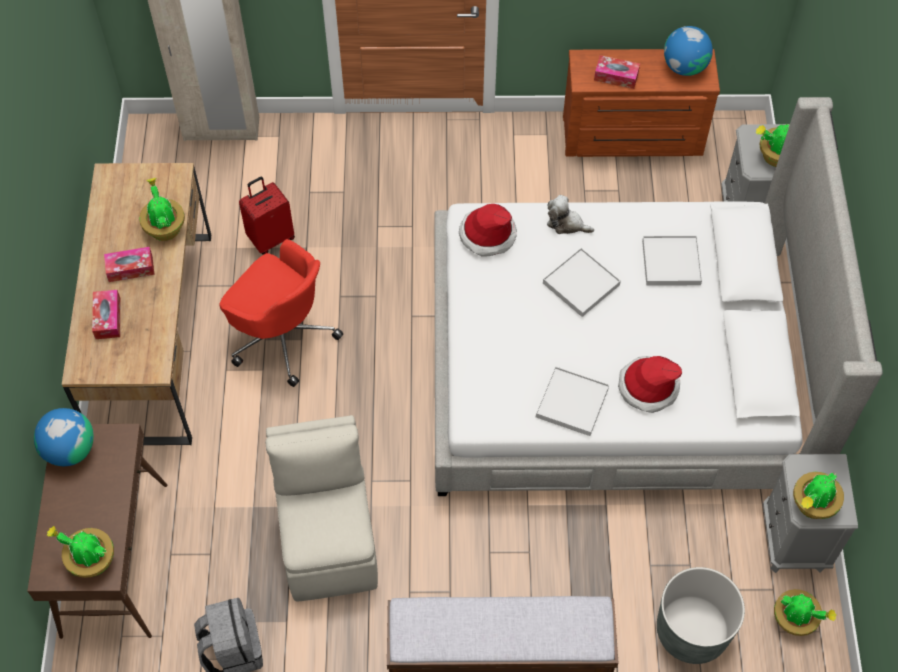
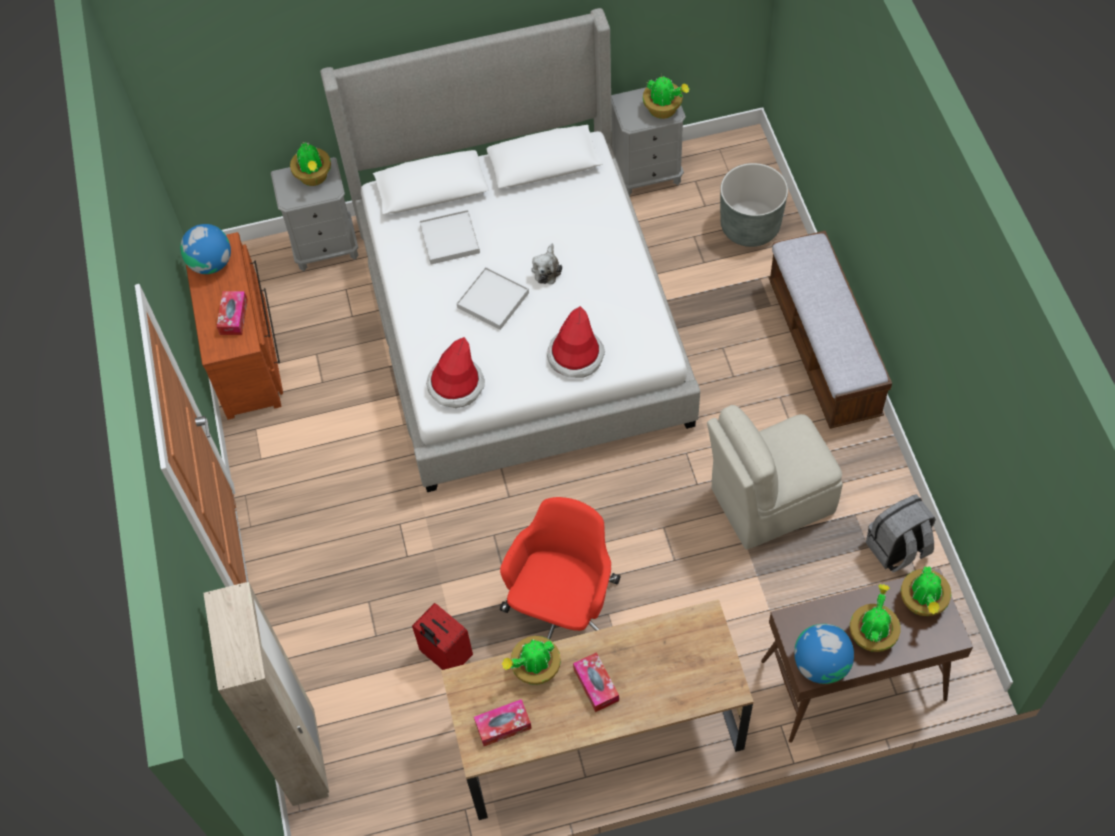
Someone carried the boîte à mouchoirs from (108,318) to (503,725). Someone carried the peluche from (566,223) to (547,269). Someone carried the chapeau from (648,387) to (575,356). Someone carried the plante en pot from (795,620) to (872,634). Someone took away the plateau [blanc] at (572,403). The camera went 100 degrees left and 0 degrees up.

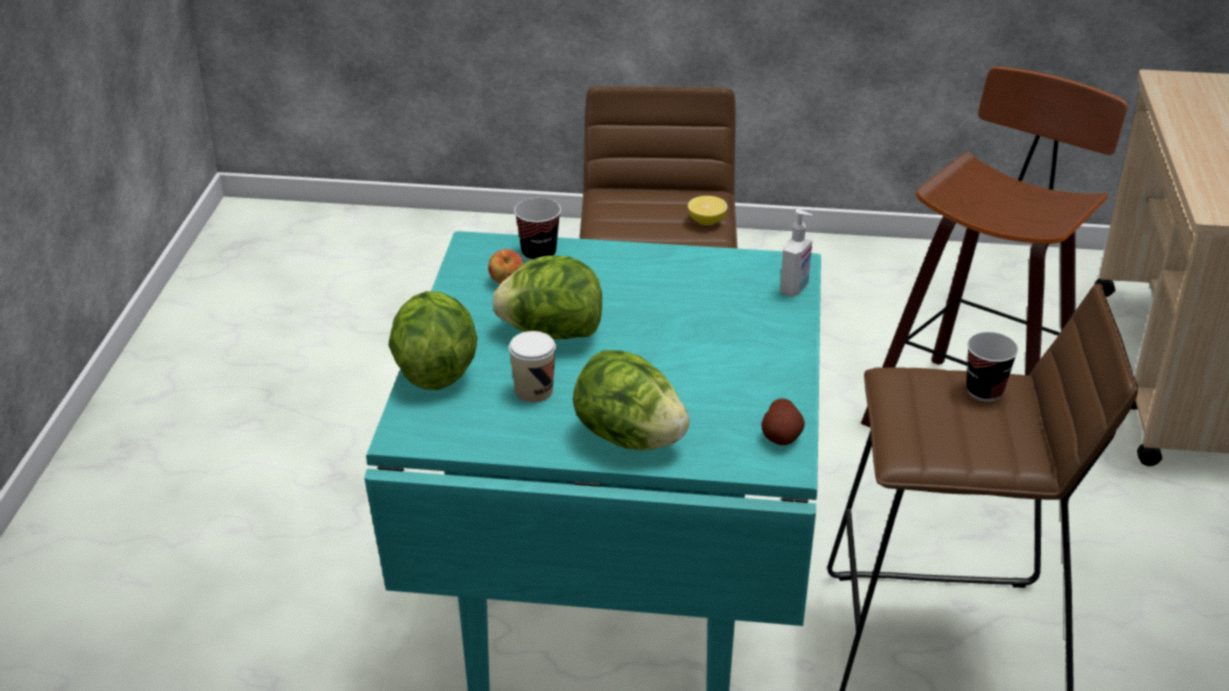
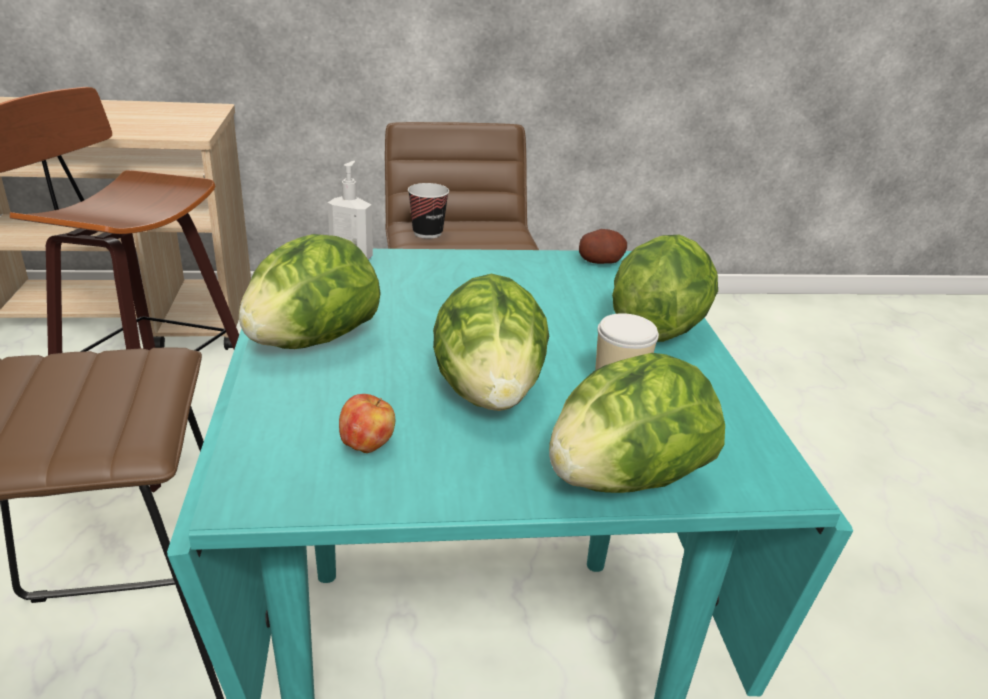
Someone put down the laitue at (312,341). Someone took away the tasse at (539,254). Someone took away the citron at (707,221). The camera went 105 degrees left and 5 degrees down.

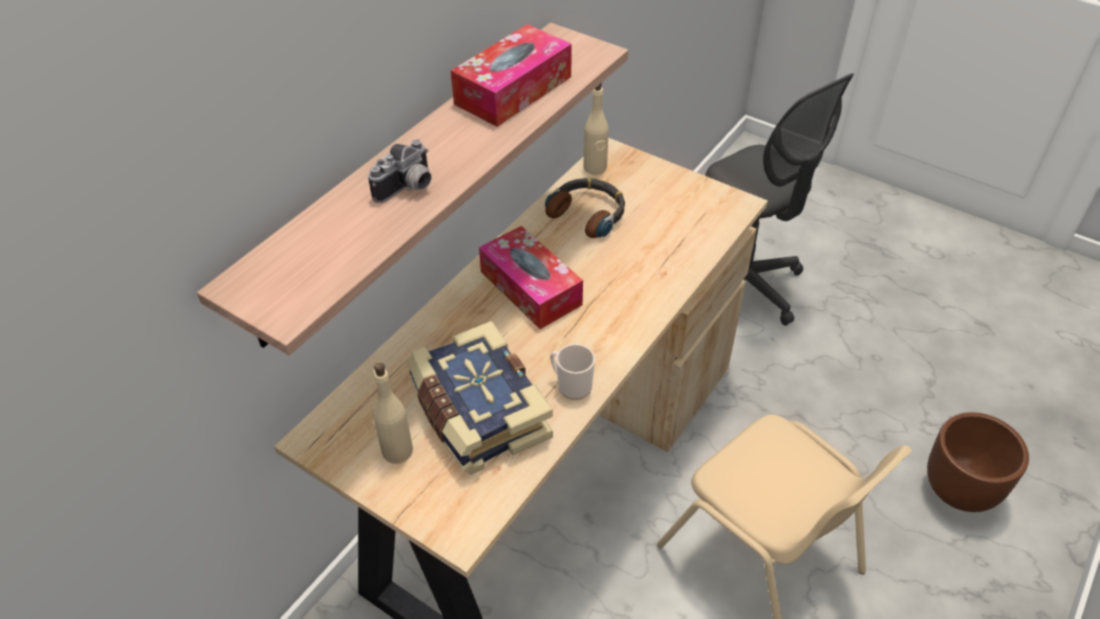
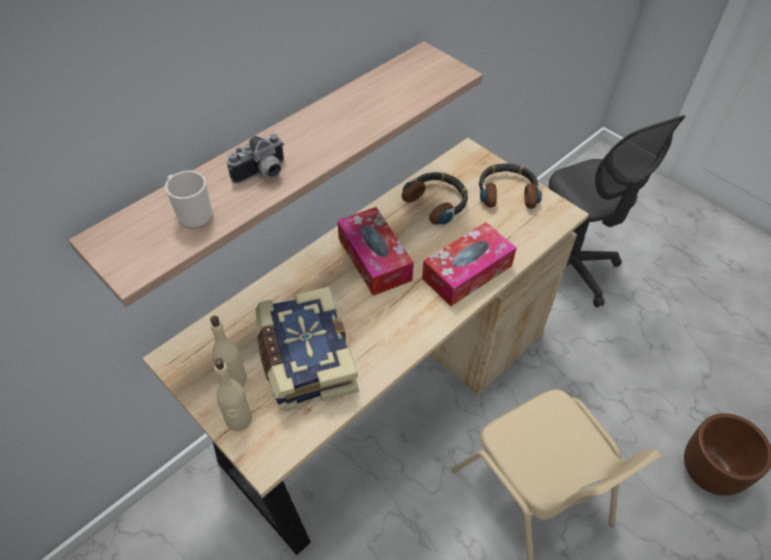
Someone carried the mug from (571,385) to (192,214). Someone carried the bouteille [beige] from (595,168) to (239,420). Someone carried the boîte à mouchoirs from (513,90) to (467,272). Someone put down the casque audio at (507,192). The camera went 10 degrees right and 5 degrees up.

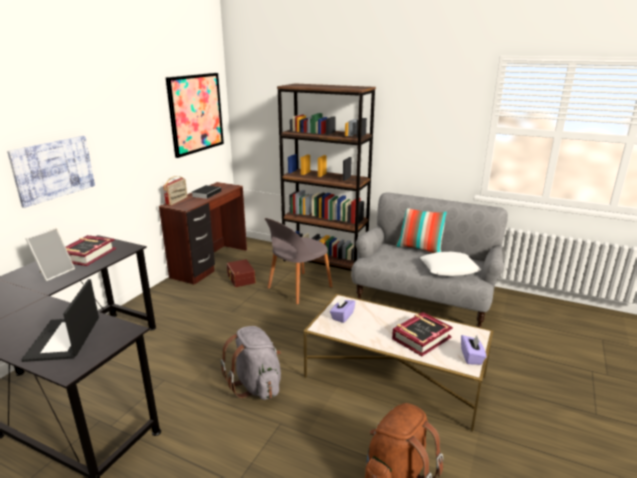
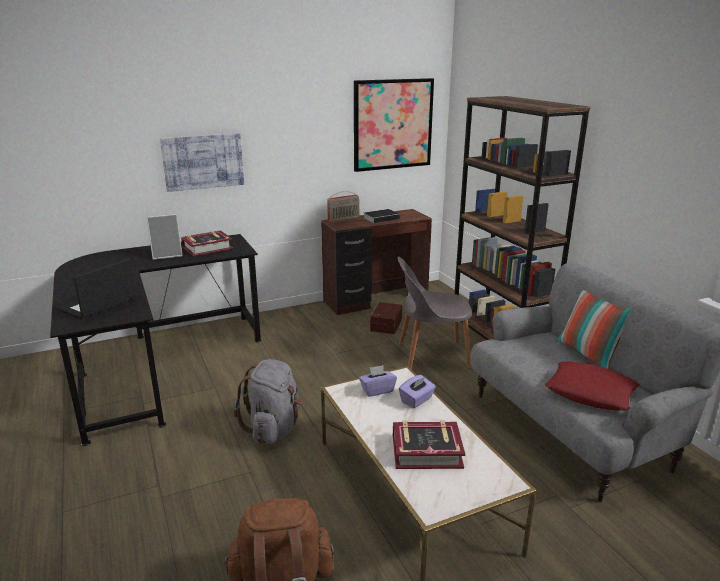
Someone carried the boîte à mouchoirs [violet] from (471,357) to (417,400). Someone repainted the coussin [blanc] at (449,269), which became the coussin [rouge] at (590,392). The camera went 40 degrees right and 0 degrees up.

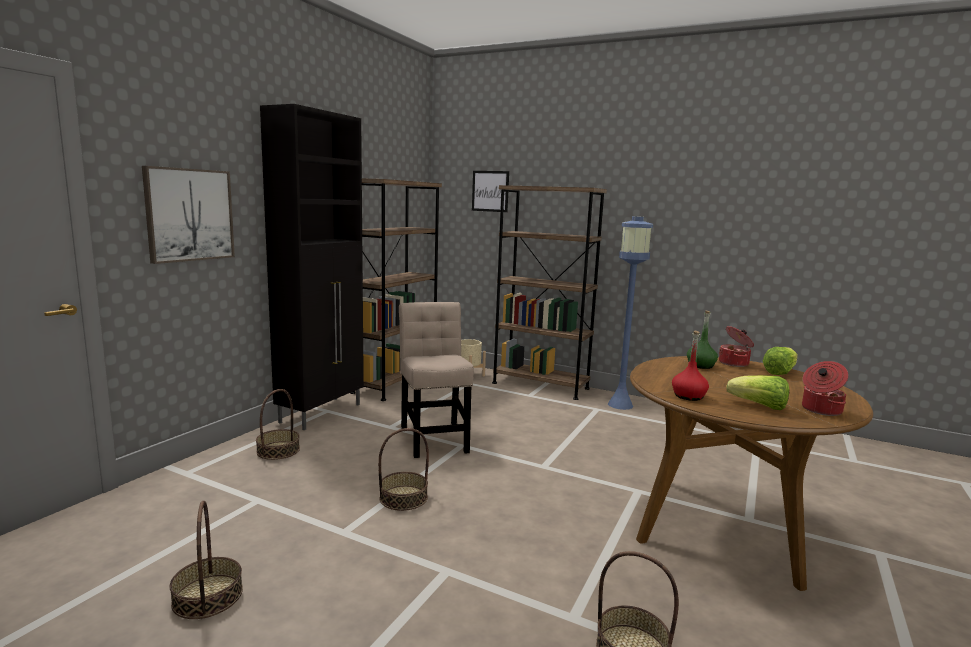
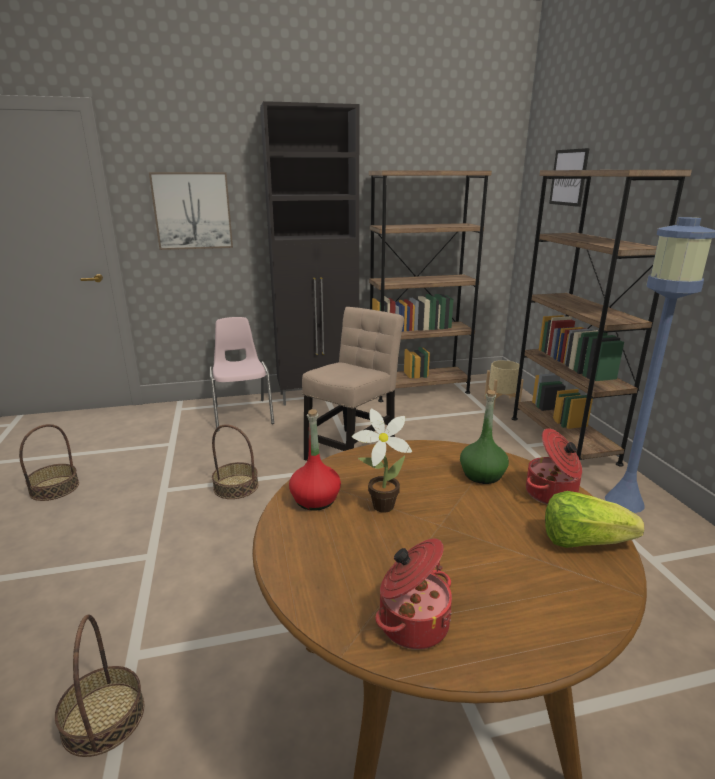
Someone swapped the panier at (278,450) for the chaise [rose] at (242,414). Someone put down the plante en pot at (379,506). Someone took away the laitue at (759,406). The camera went 50 degrees right and 10 degrees up.

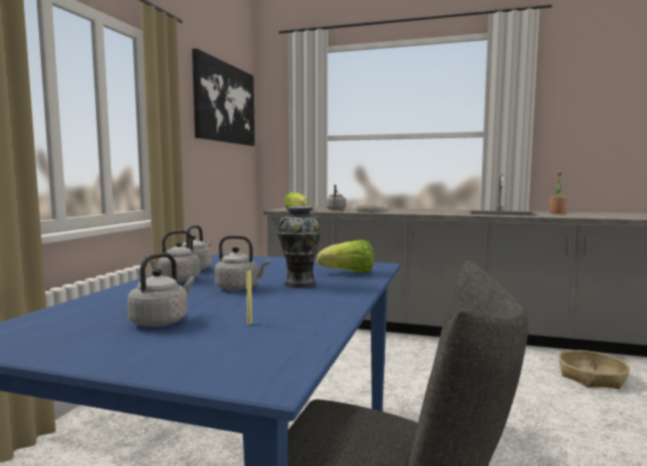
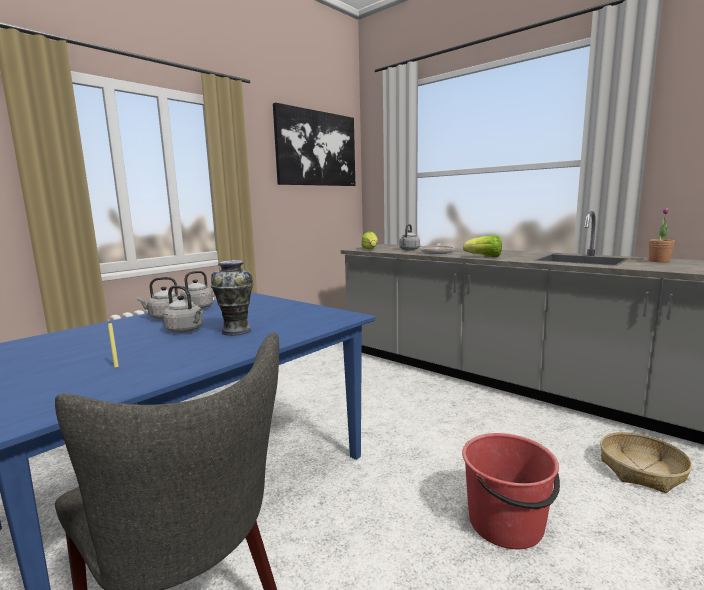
Someone put down the seau [rouge] at (507,523). Someone carried the laitue from (349,273) to (484,257). Someone took away the bouilloire [gris] at (162,321). The camera went 25 degrees right and 5 degrees up.

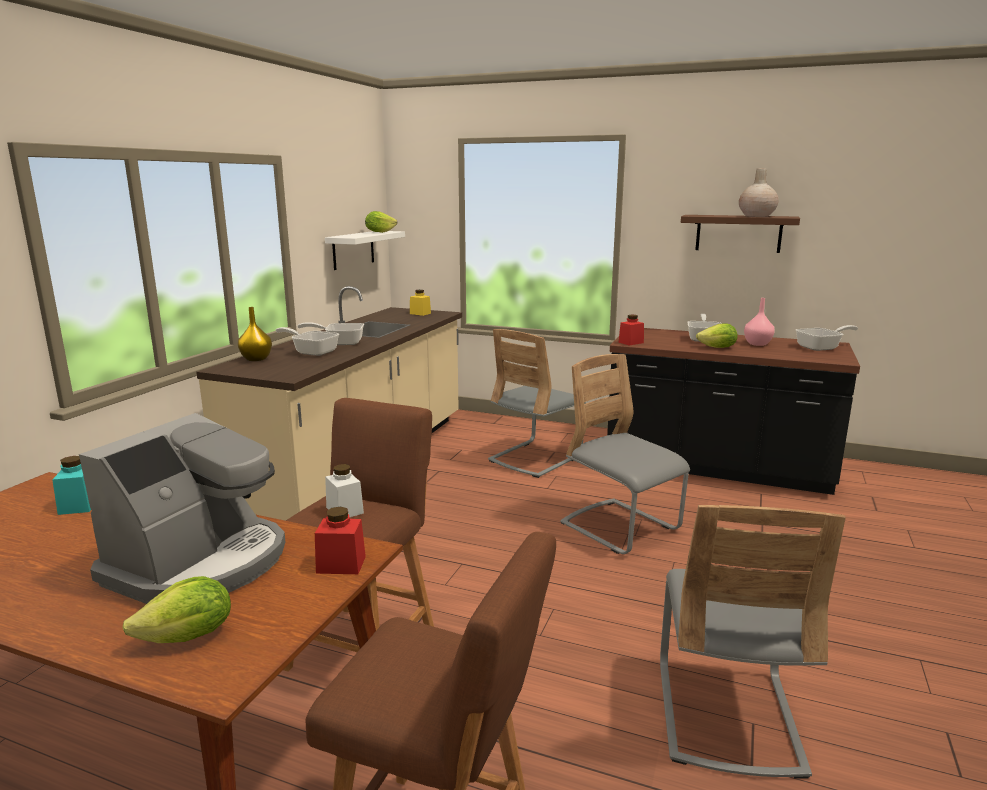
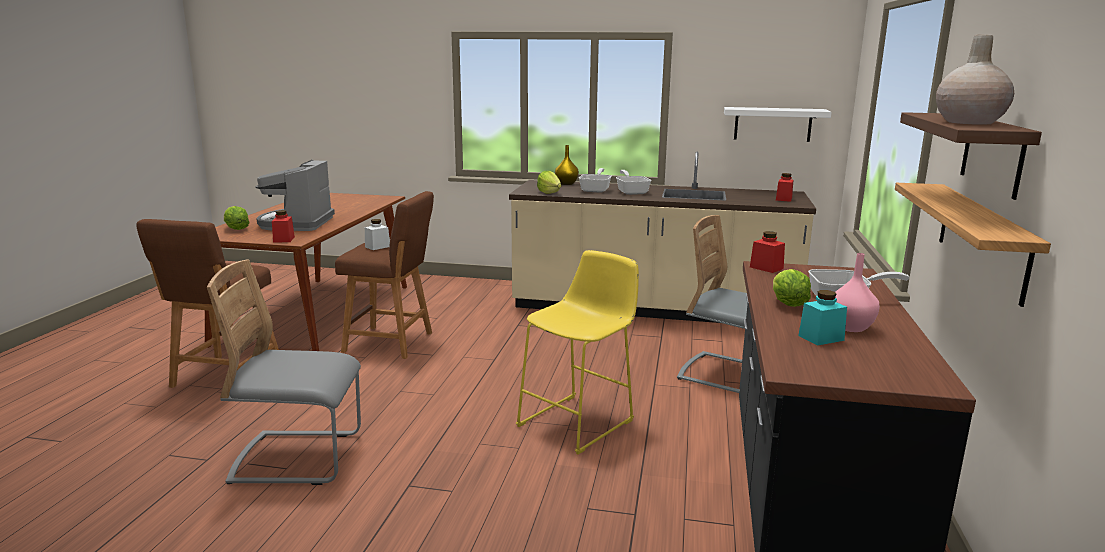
Someone rotated the machine à café at (200,563) by 75 degrees clockwise. Someone swapped the chaise [gris] at (620,528) for the tabouret [jaune] at (580,421). Someone carried the laitue from (379,232) to (549,193). Someone repainted the bocal [jaune] at (420,313), which became the bocal [rouge] at (783,199). Someone carried the bocal [turquoise] from (79,505) to (821,338). Someone put up the étagère at (982,239). Someone took away the poêle at (822,347). The camera went 80 degrees right and 0 degrees up.

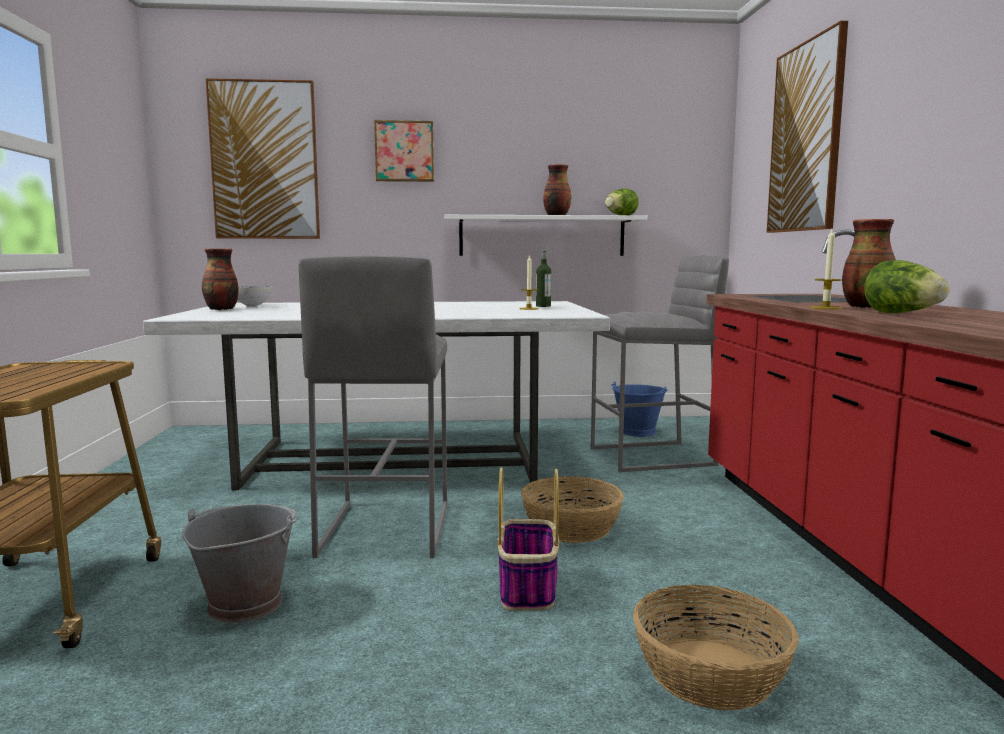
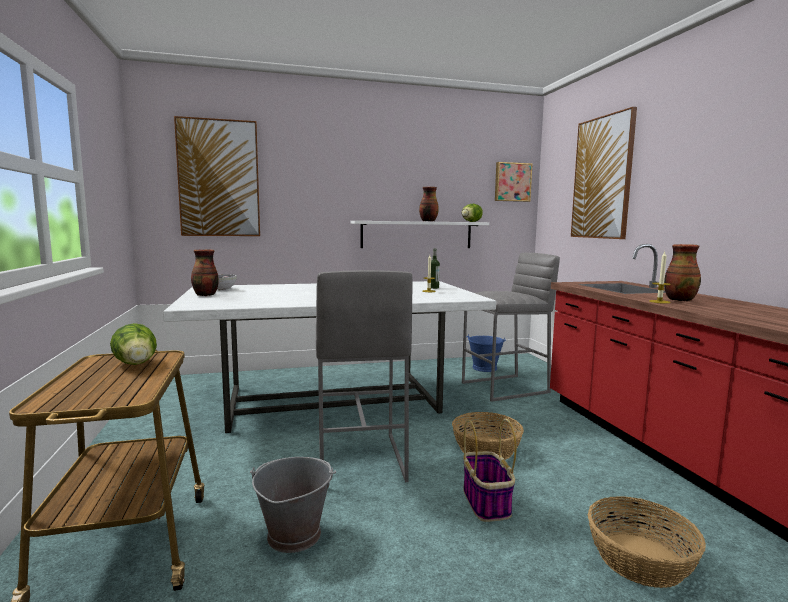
Someone carried the laitue from (903,314) to (137,365). Someone carried the tableau from (404,151) to (512,182). The camera went 10 degrees left and 0 degrees up.

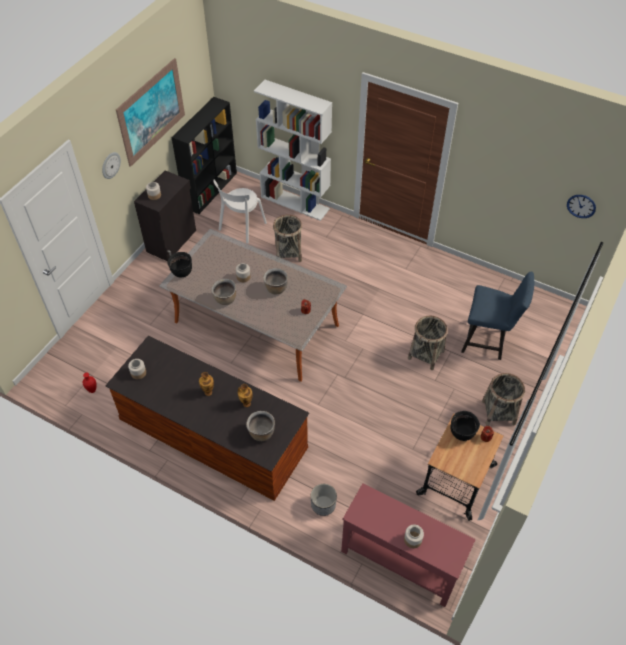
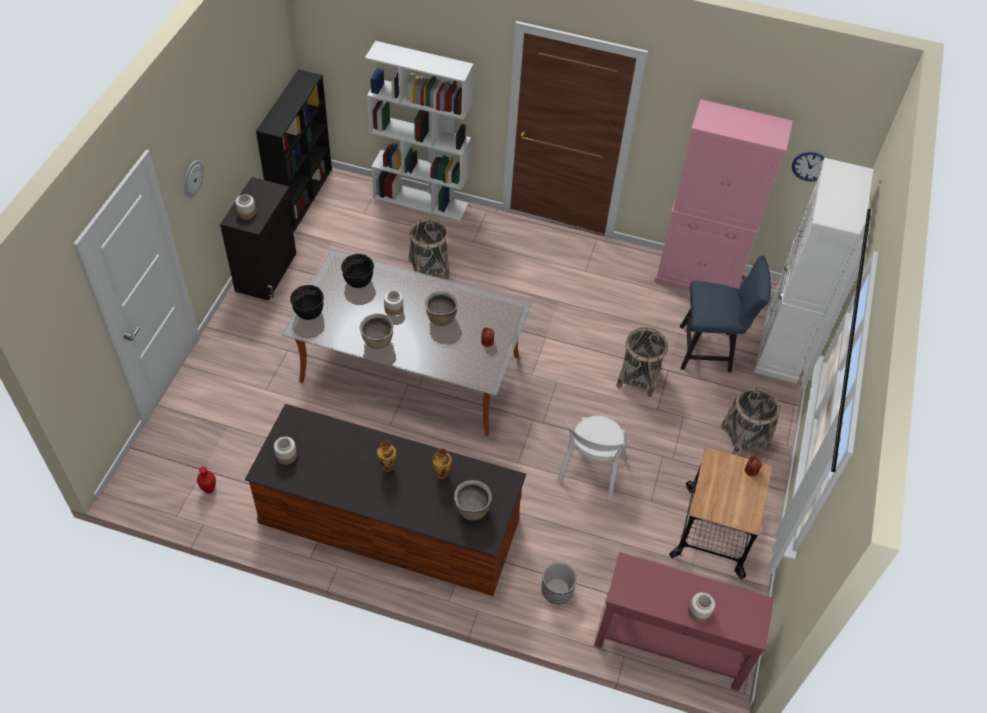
Someone carried the marmite [noir] from (462,433) to (358,281). Someone carried the chaise [blanc] from (241,227) to (590,472). Someone put down the meuble de rangement [rose] at (697,278). Someone put down the meuble de rangement [blanc] at (781,346). Someone took away the tableau at (151,112). The camera went 15 degrees left and 0 degrees up.

